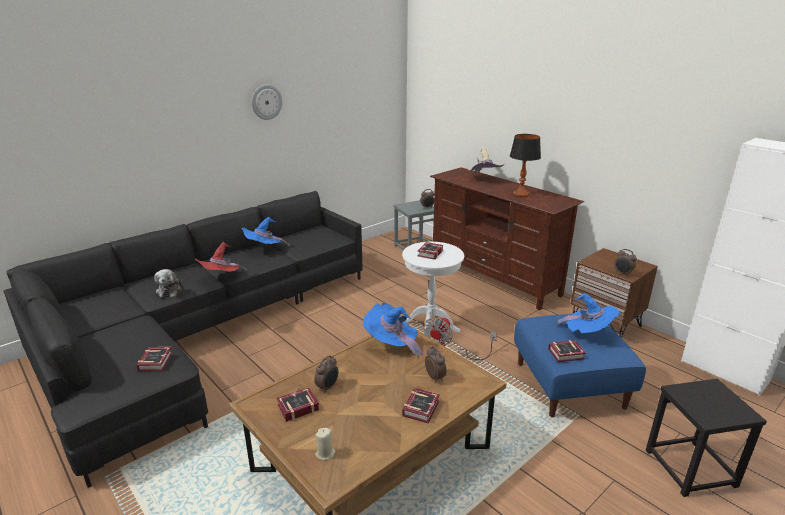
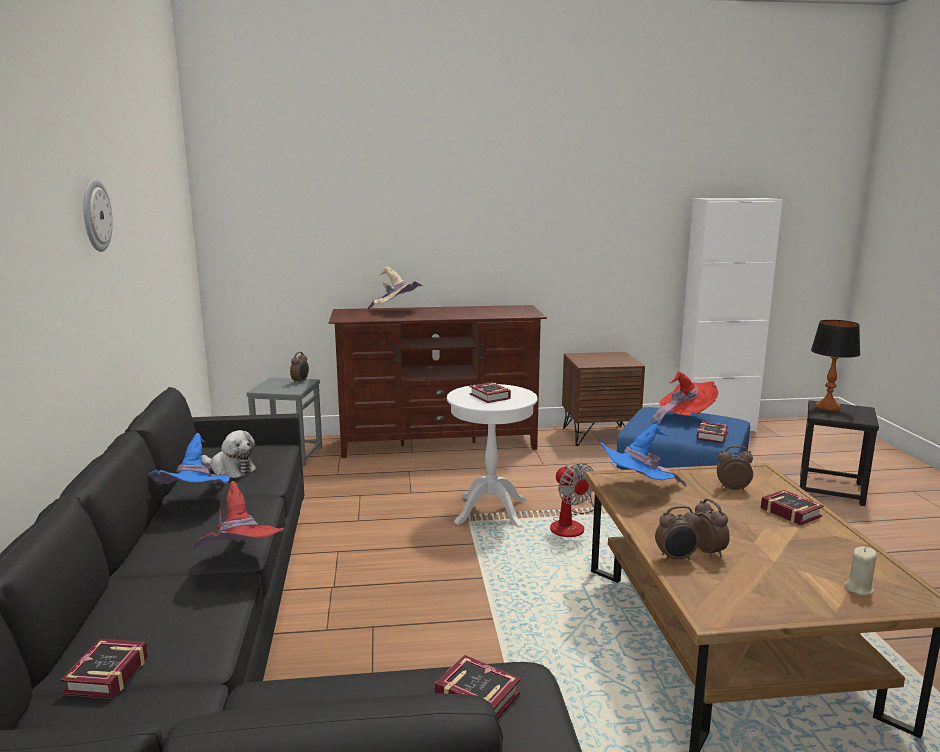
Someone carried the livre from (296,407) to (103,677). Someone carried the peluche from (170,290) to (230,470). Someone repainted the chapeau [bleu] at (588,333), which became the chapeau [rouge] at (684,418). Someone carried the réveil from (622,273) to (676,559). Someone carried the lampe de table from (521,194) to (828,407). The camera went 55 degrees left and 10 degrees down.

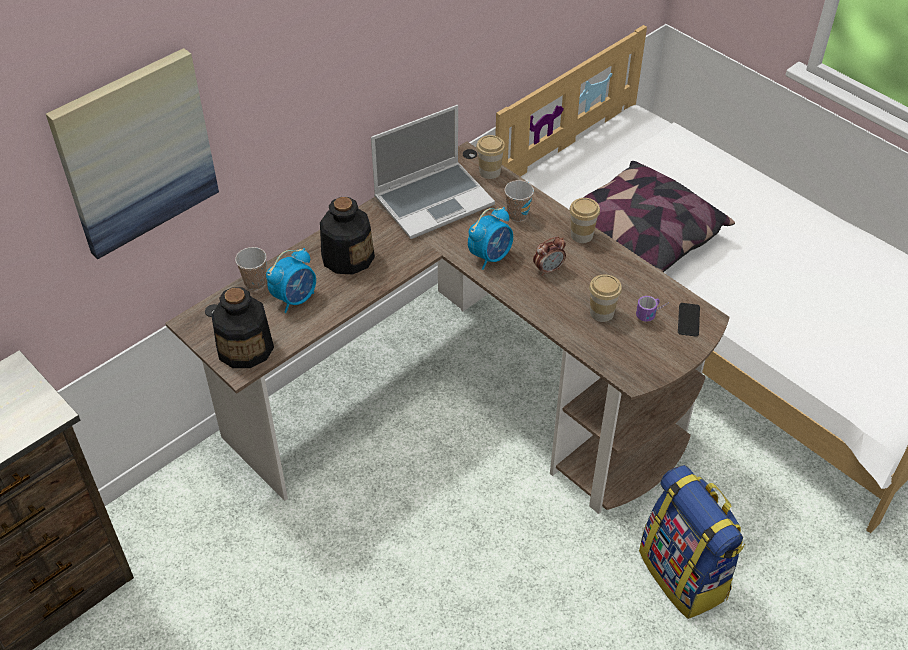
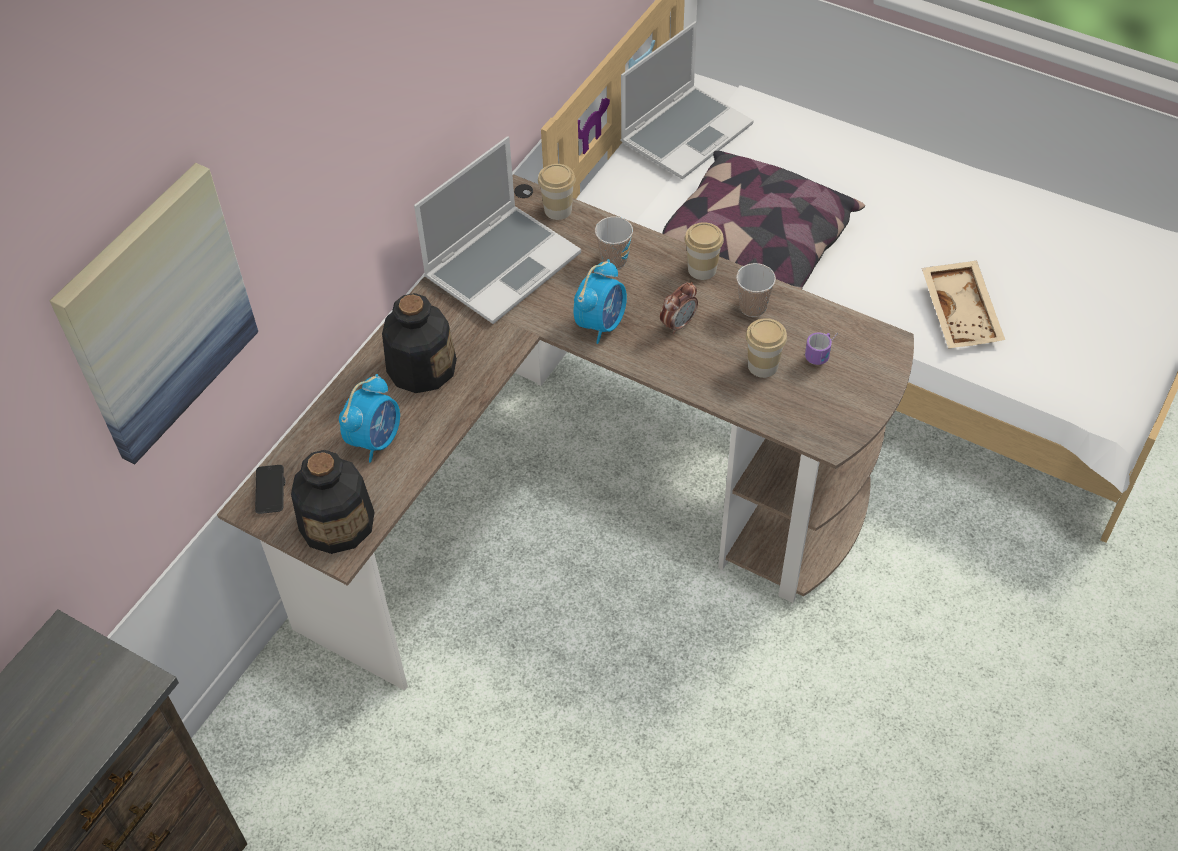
Someone carried the téléphone from (688,320) to (269,490). Someone put down the ordinateur portable at (686,133). Someone carried the tasse from (255,283) to (752,307). Someone put down the plateau [beige] at (962,313). Someone took away the sac à dos at (685,574). The camera went 15 degrees left and 5 degrees up.

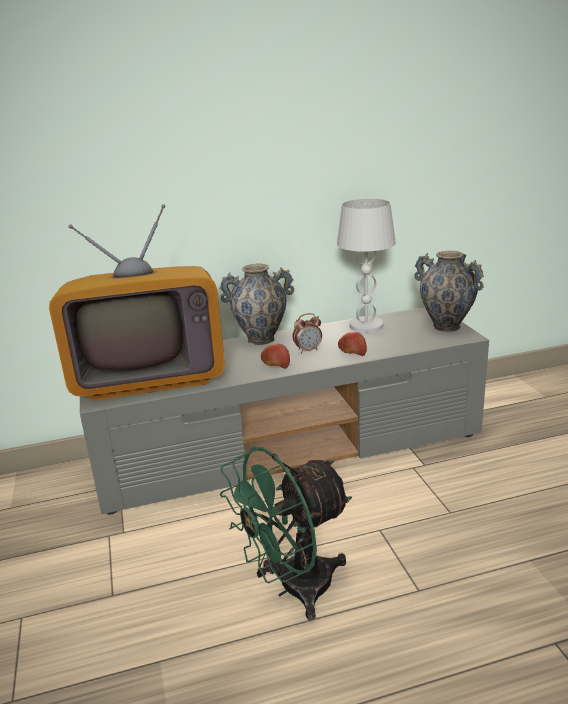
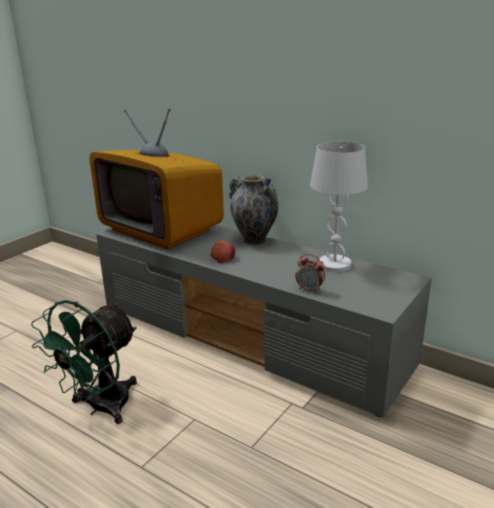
Someone rotated the ventilateur [vert] at (293,589) by 75 degrees counterclockwise. Someone carried the réveil from (308,350) to (310,290). Someone took away the pomme at (352,351). Someone took away the vase at (446,326). The camera went 50 degrees right and 0 degrees up.

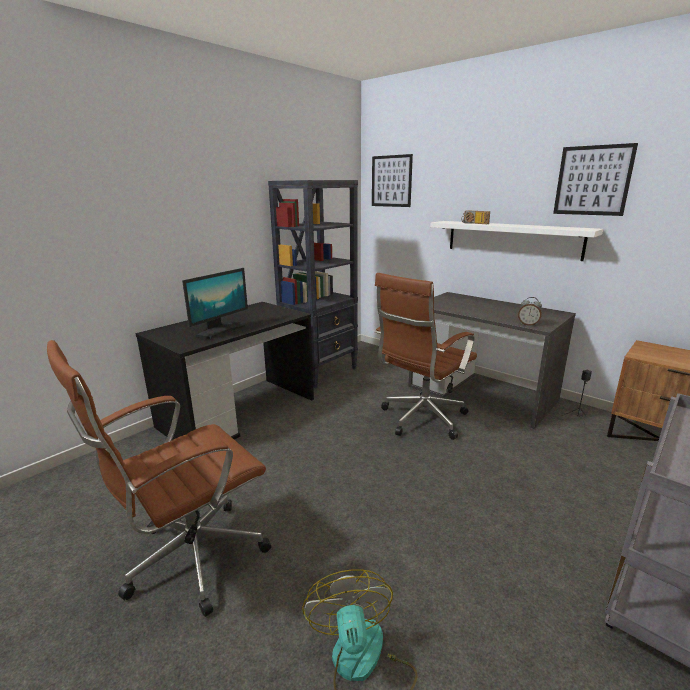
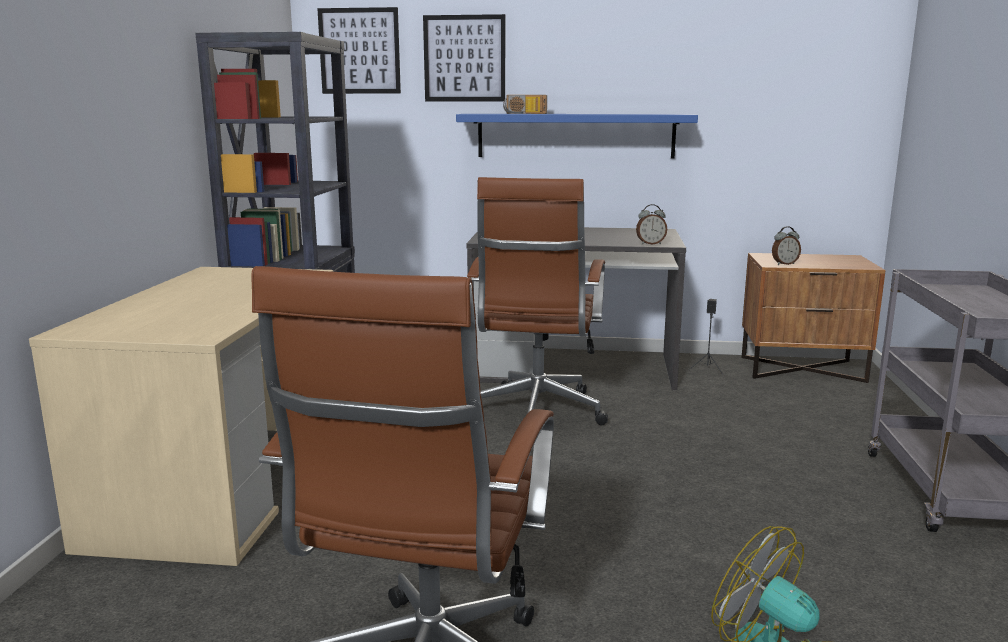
Someone repainted the bureau [noir] at (238,412), which became the bureau [beige] at (224,483). Someone carried the tableau from (592,180) to (464,58). Someone repainted the étagère [blanc] at (512,239), which became the étagère [bleu] at (575,135). Someone put down the réveil at (784,264). Someone took away the écran d'ordinateur at (220,330). The camera went 35 degrees left and 5 degrees down.

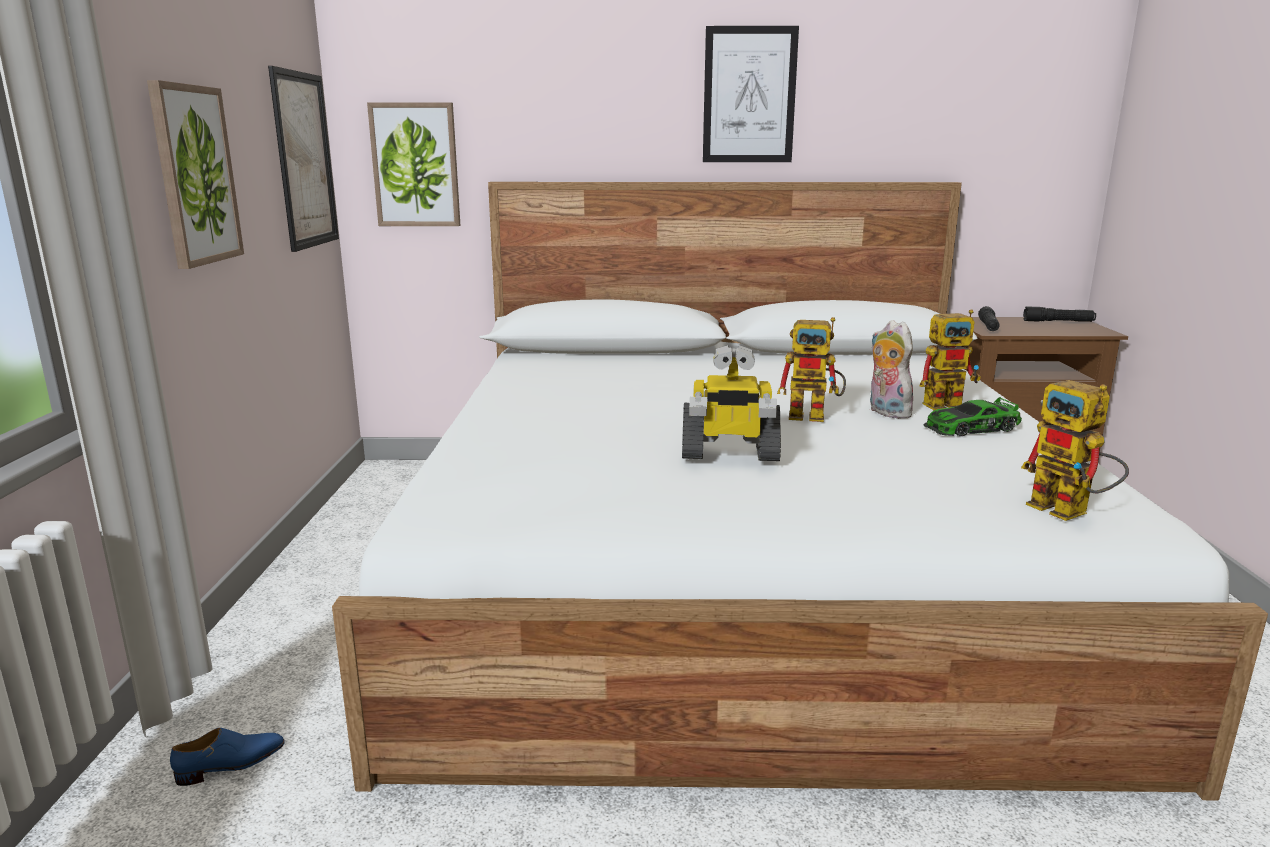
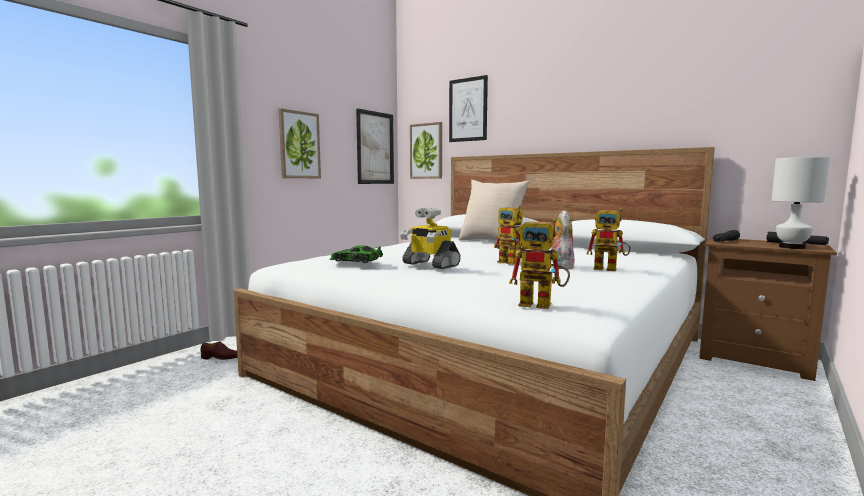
Someone repainted the chaussure [bleu] at (231,764), which became the chaussure [marron] at (221,358). Someone carried the petite voiture from (970,428) to (356,260). Someone carried the tableau from (749,95) to (468,109). Someone put down the coussin [beige] at (492,242). Someone rotated the robot jouet at (1070,512) by 75 degrees counterclockwise. Someone put down the lampe de table [blanc] at (792,247). The camera went 35 degrees right and 10 degrees down.

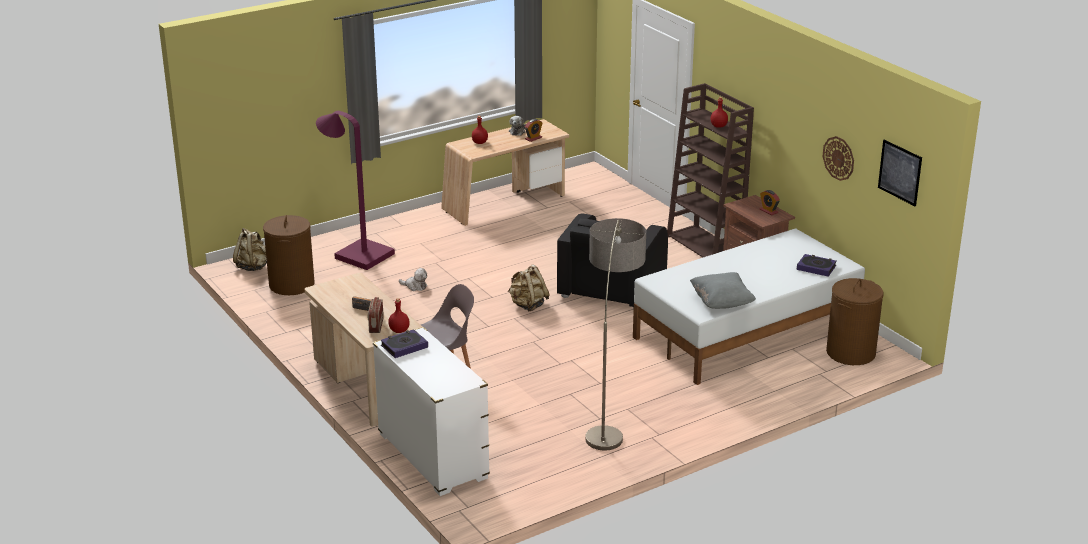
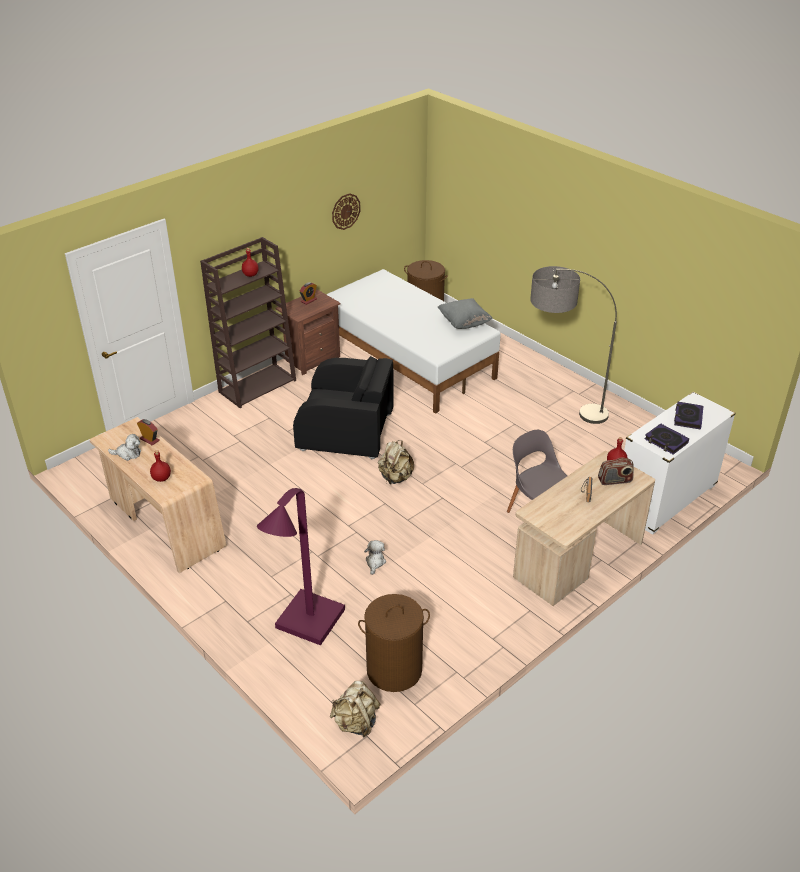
Someone carried the livre from (816,268) to (688,418). Someone took away the tableau at (900,172). The camera went 100 degrees left and 10 degrees up.

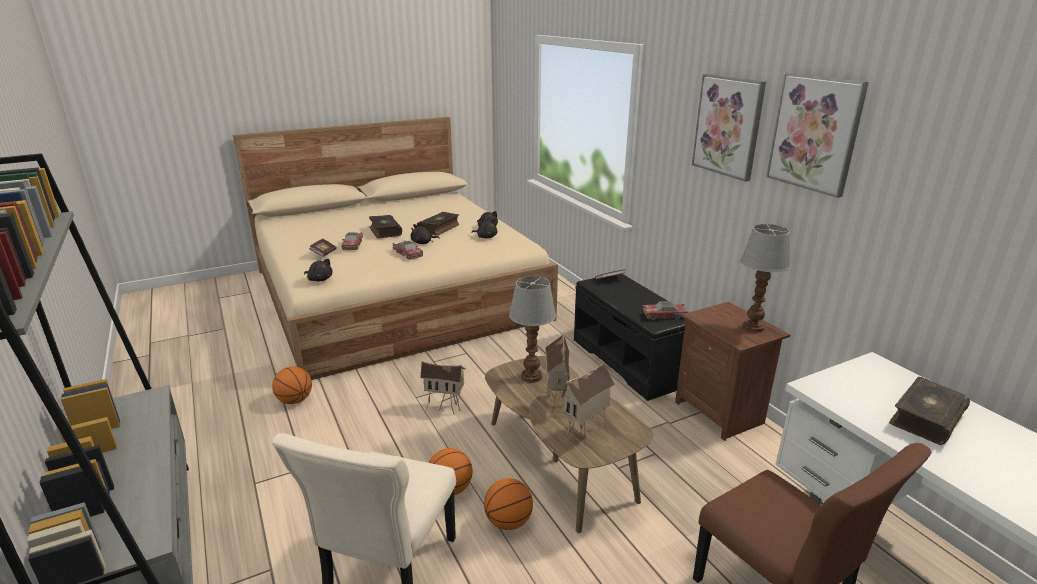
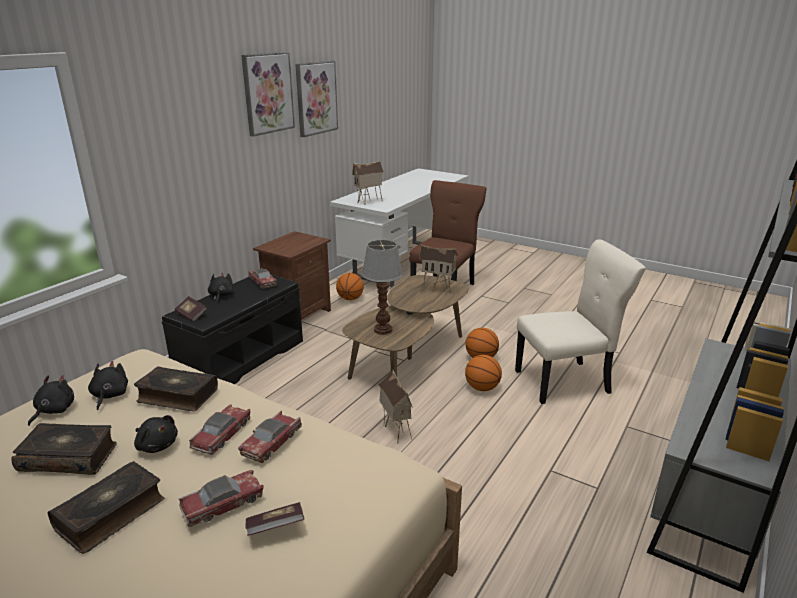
Someone carried the livre from (925,418) to (177,396). Someone carried the peluche [noir] from (319,279) to (221,296). Someone put down the petite voiture at (271,442). Someone carried the tableau from (728,126) to (316,98). Someone carried the ballon de basket from (295,400) to (350,299). Someone carried the maison miniature from (556,403) to (369,202). Someone took away the lampe de table at (752,327). The camera went 120 degrees left and 0 degrees up.

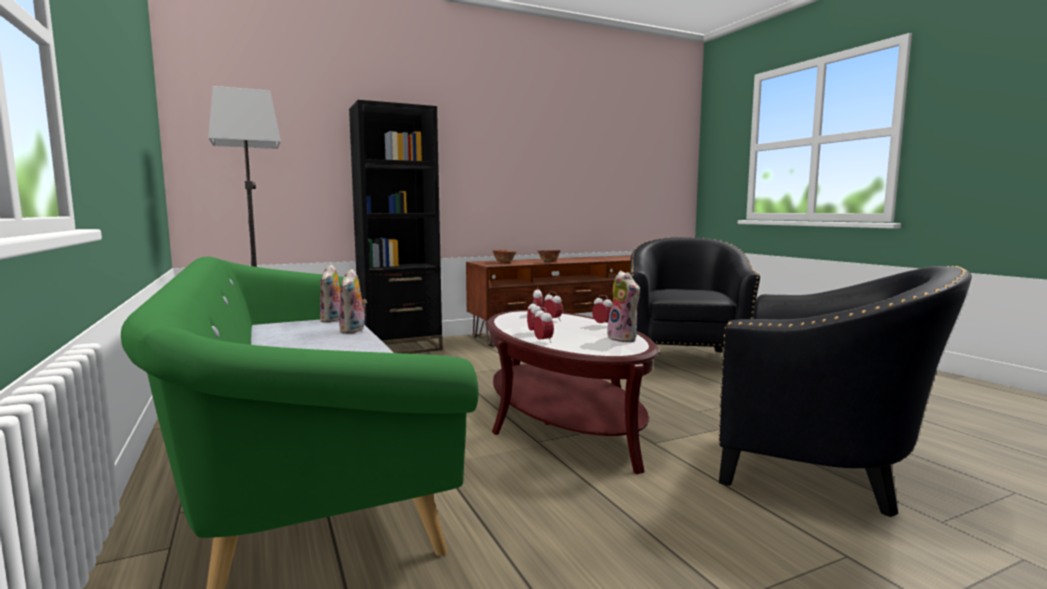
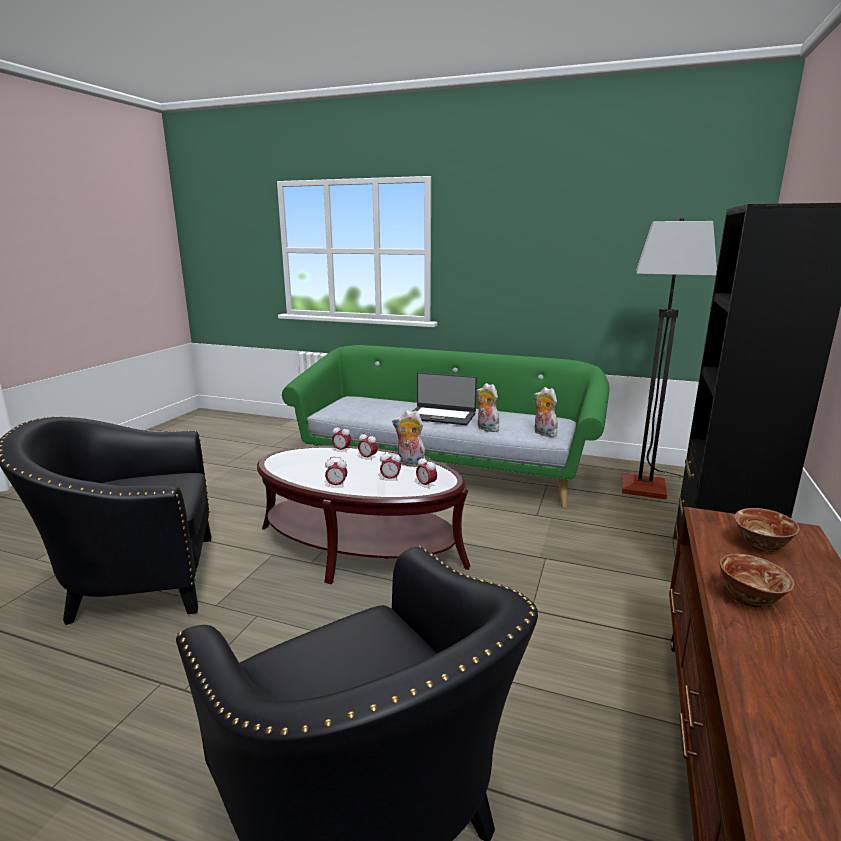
Someone carried the peluche from (624,339) to (409,464). Someone put down the ordinateur portable at (441,416). The camera went 135 degrees right and 10 degrees up.

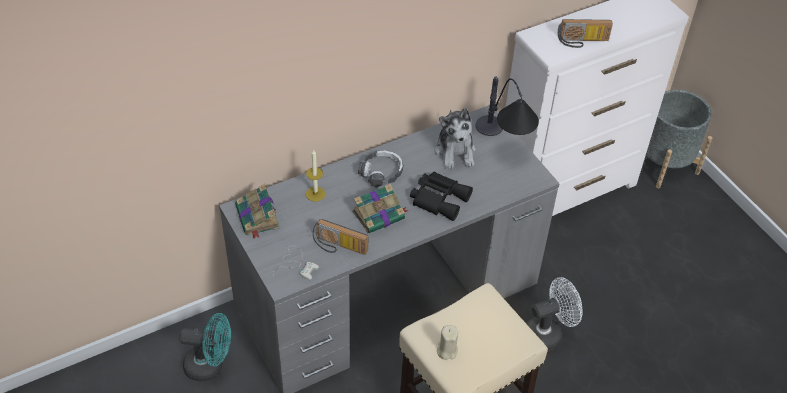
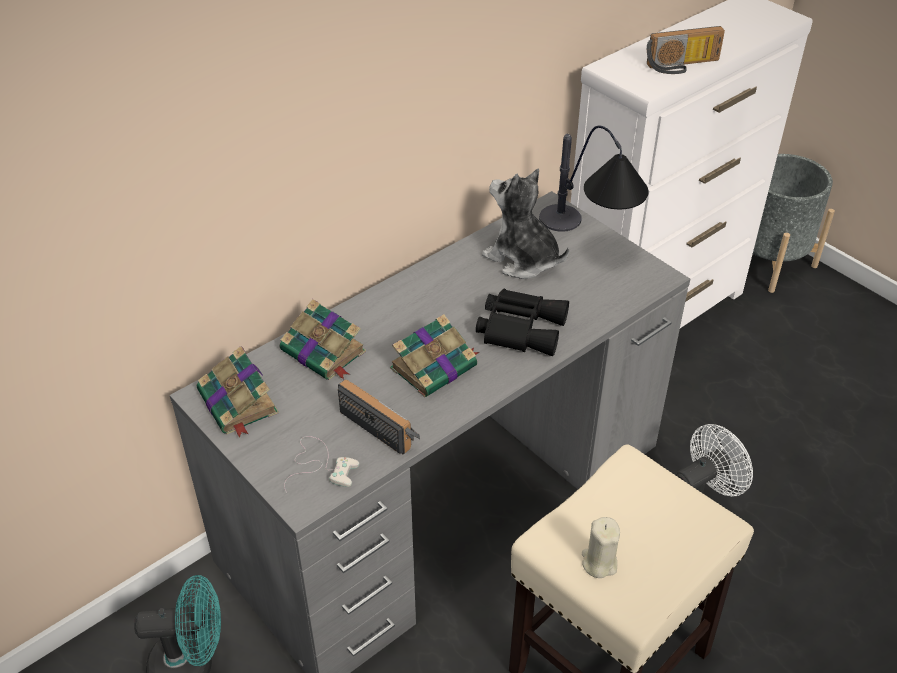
Someone swapped the bougie at (315,194) for the livre at (324,352). Someone rotated the radio at (338,247) by 150 degrees counterclockwise. Someone rotated the peluche at (455,151) by 150 degrees clockwise. Someone took away the casque audio at (381,172). The camera went 10 degrees left and 5 degrees down.

